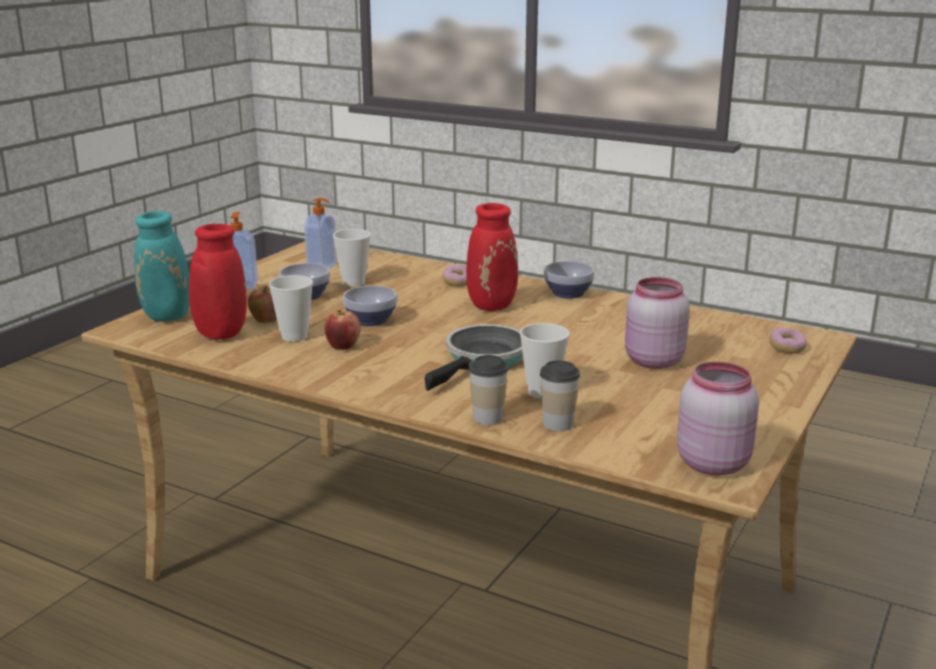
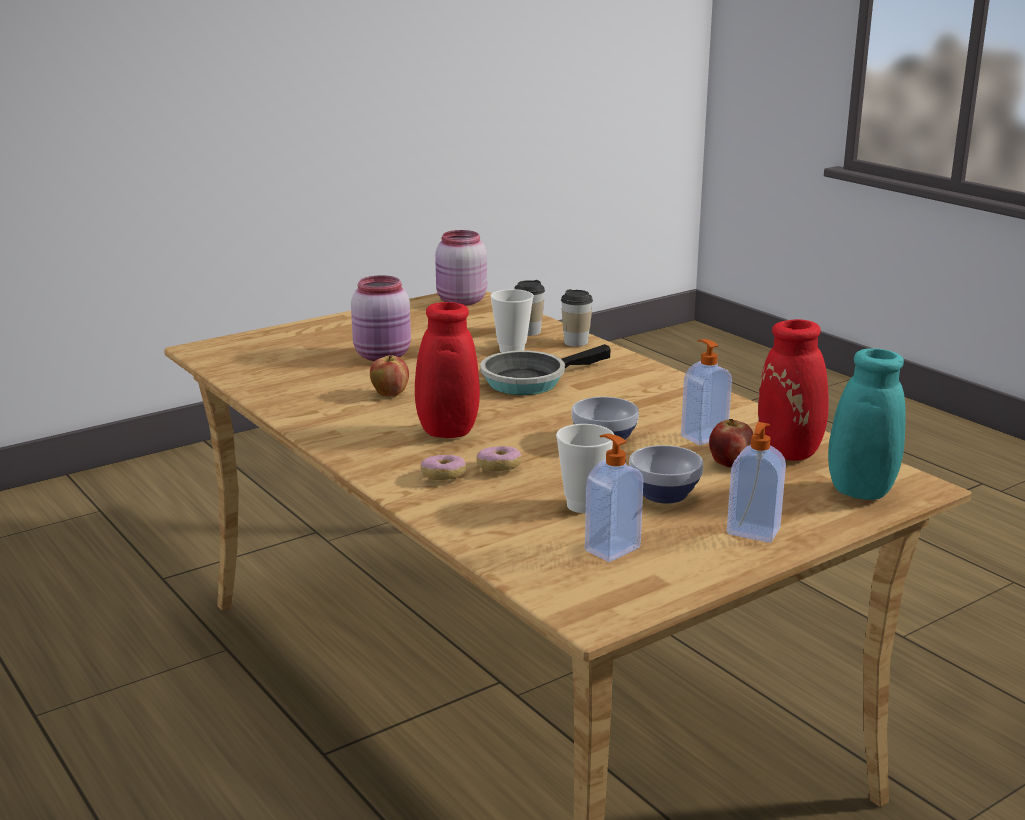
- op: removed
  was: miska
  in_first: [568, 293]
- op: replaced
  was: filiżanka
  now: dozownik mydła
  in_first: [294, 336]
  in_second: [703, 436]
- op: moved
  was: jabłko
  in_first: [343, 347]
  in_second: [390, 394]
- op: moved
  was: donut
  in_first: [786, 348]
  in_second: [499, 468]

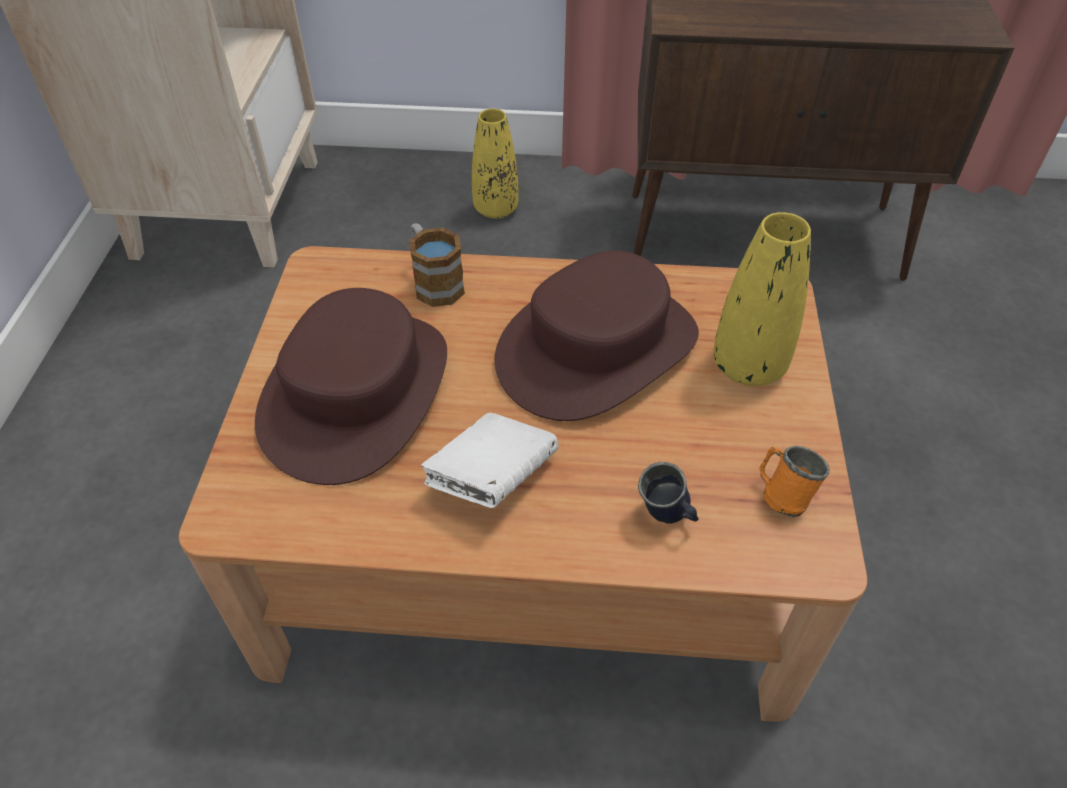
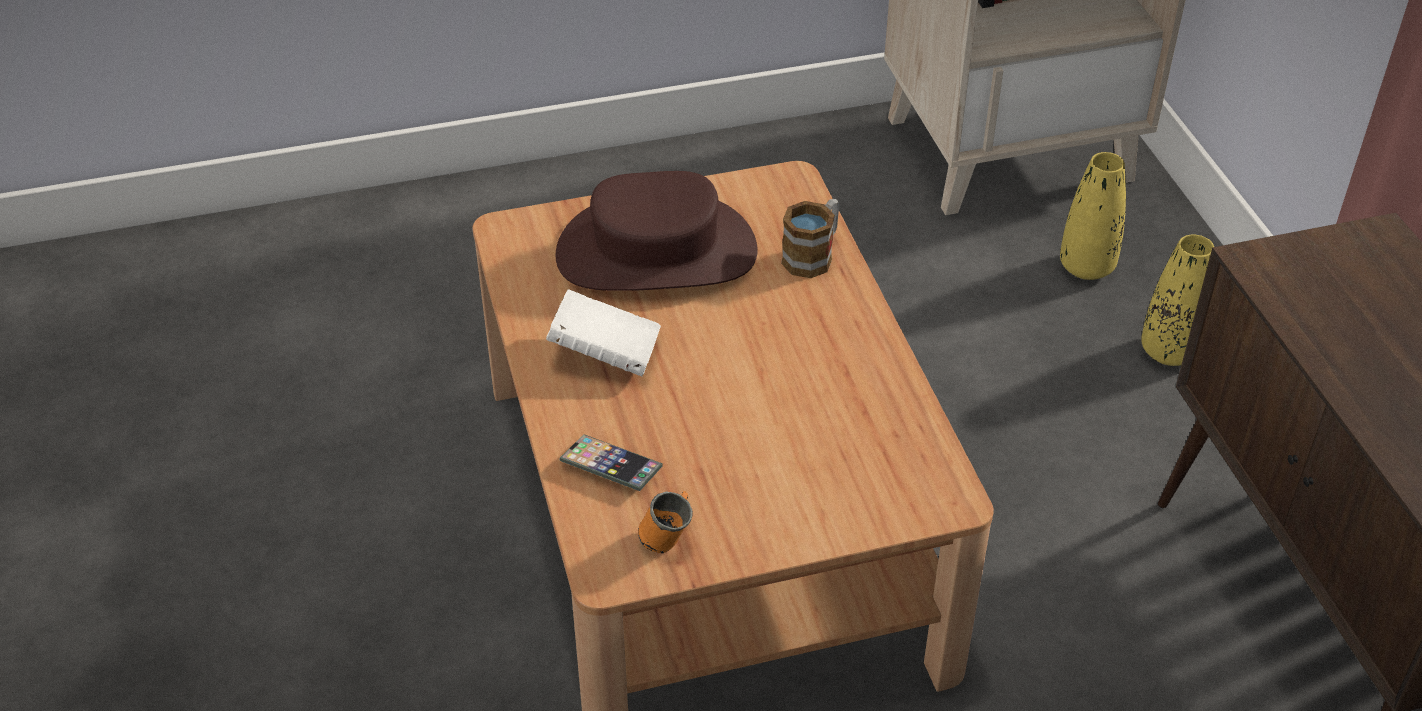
- op: moved
  was: wazon (żółty)
  in_first: [748, 366]
  in_second: [1086, 267]
- op: removed
  was: kapelusz (brązowy)
  in_first: [596, 348]
- op: replaced
  was: kubek (niebieski)
  now: telefon
  in_first: [667, 517]
  in_second: [611, 467]

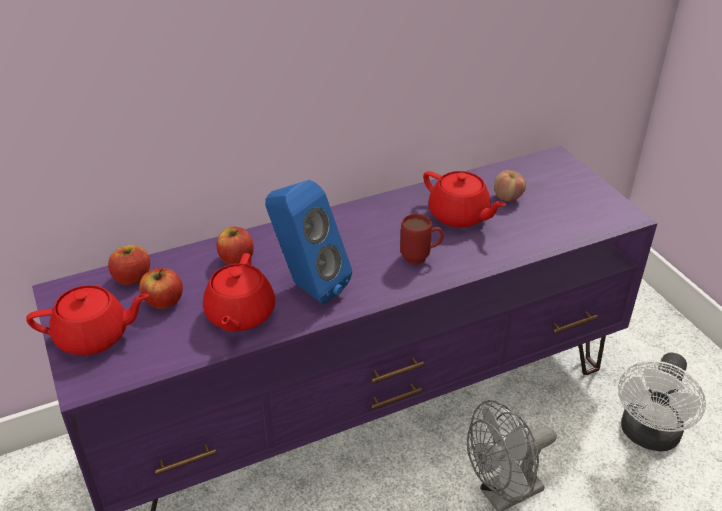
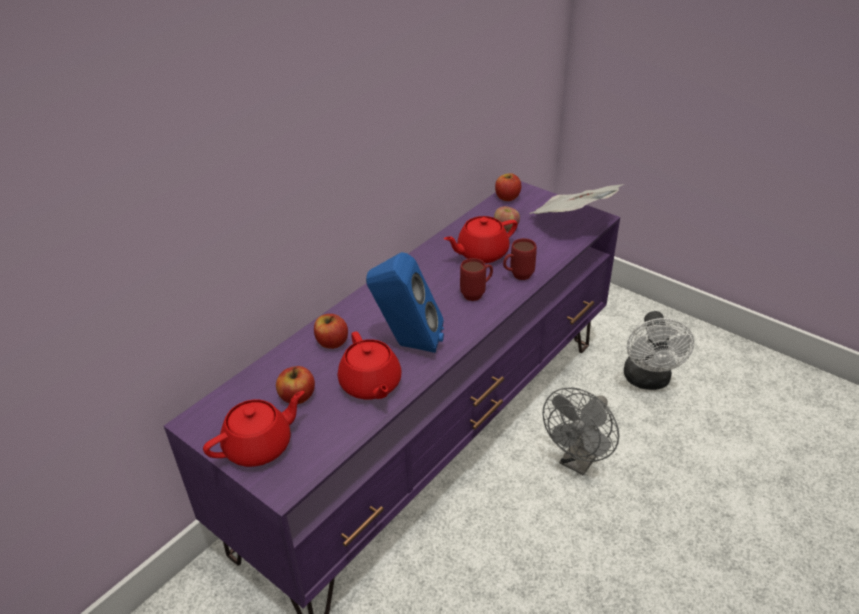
- op: turned
  was: imbryk (czerwony)
  in_first: [459, 216]
  in_second: [481, 253]
  clockwise: 135
- op: moved
  was: jabłko
  in_first: [132, 278]
  in_second: [507, 197]
- op: added
  now: gazeta
  in_second: [572, 219]
- op: added
  now: kubek (czerwony)
  in_second: [517, 276]

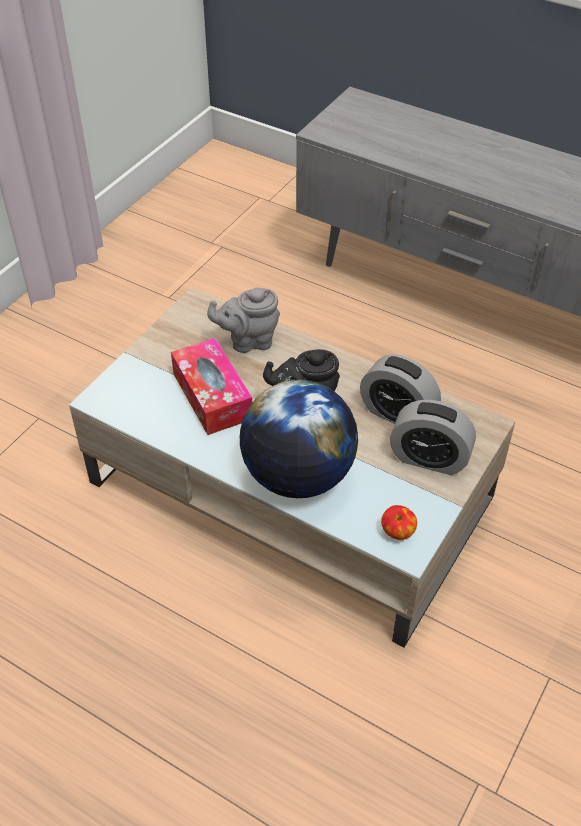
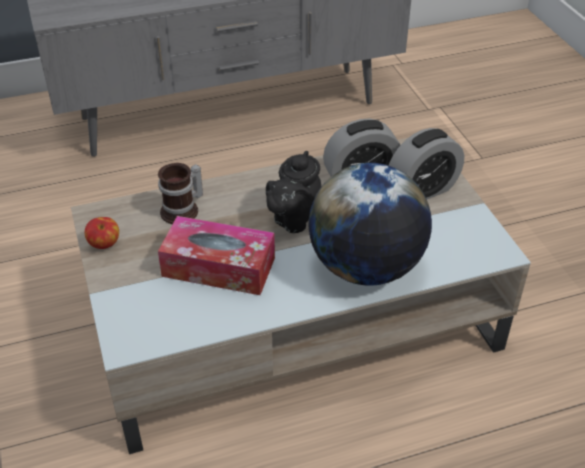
- op: replaced
  was: imbryk (szary)
  now: kubek
  in_first: [248, 341]
  in_second: [183, 211]
- op: moved
  was: jabłko
  in_first: [397, 533]
  in_second: [104, 245]

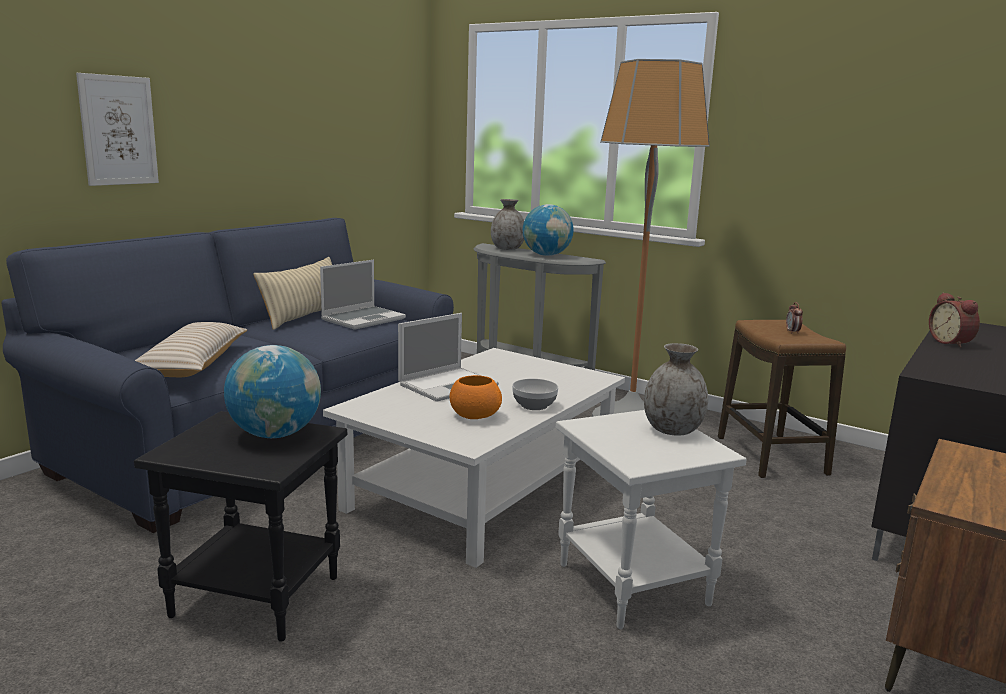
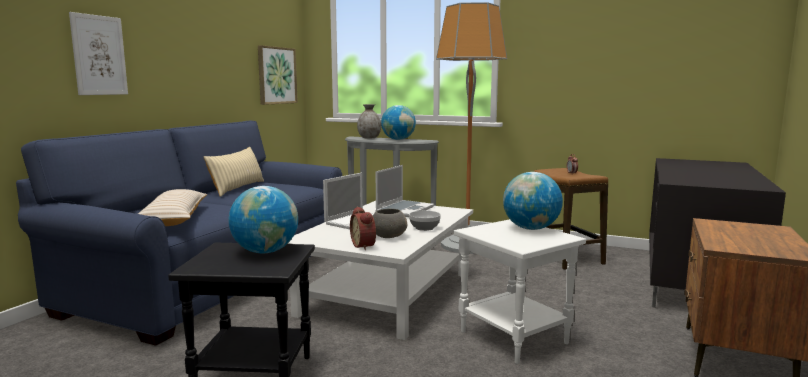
- op: moved
  was: laptop
  in_first: [363, 319]
  in_second: [404, 209]
- op: moved
  was: budzik
  in_first: [951, 343]
  in_second: [365, 246]
- op: replaced
  was: wazon (szary)
  now: globus
  in_first: [672, 430]
  in_second: [530, 228]
- op: recoloured
  was: miska (pomarańczowy)
  now: miska (szary)
  in_first: [474, 416]
  in_second: [388, 236]
- op: added
  now: obraz
  in_second: [276, 75]

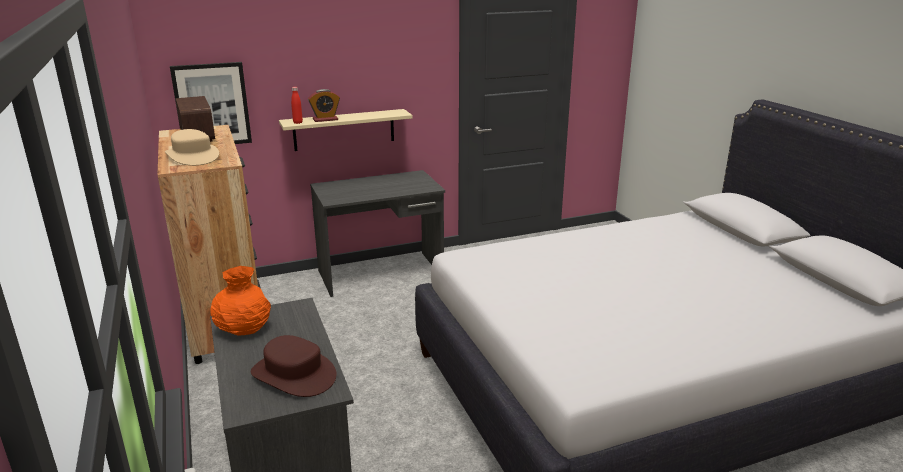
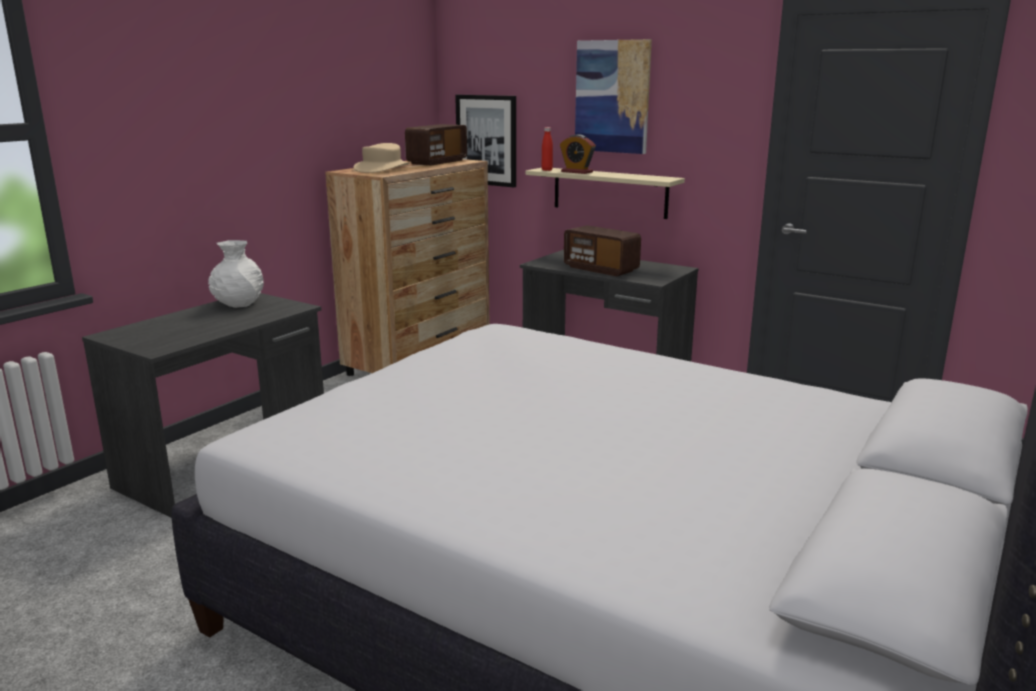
- op: recoloured
  was: wazon (pomarańczowy)
  now: wazon (biały)
  in_first: [243, 329]
  in_second: [238, 303]
- op: removed
  was: kapelusz (brązowy)
  in_first: [294, 374]
- op: added
  now: obraz
  in_second: [612, 97]
- op: added
  now: radio
  in_second: [601, 269]

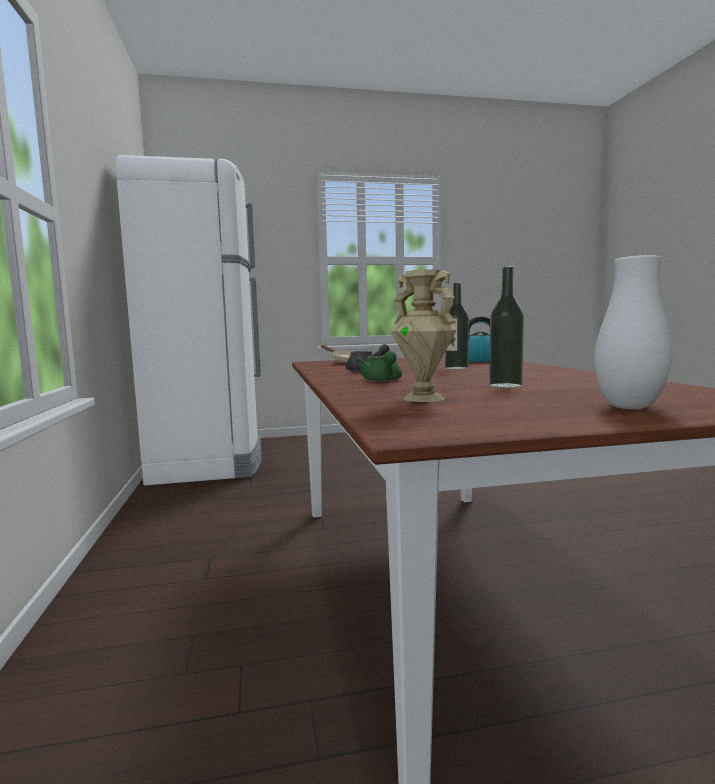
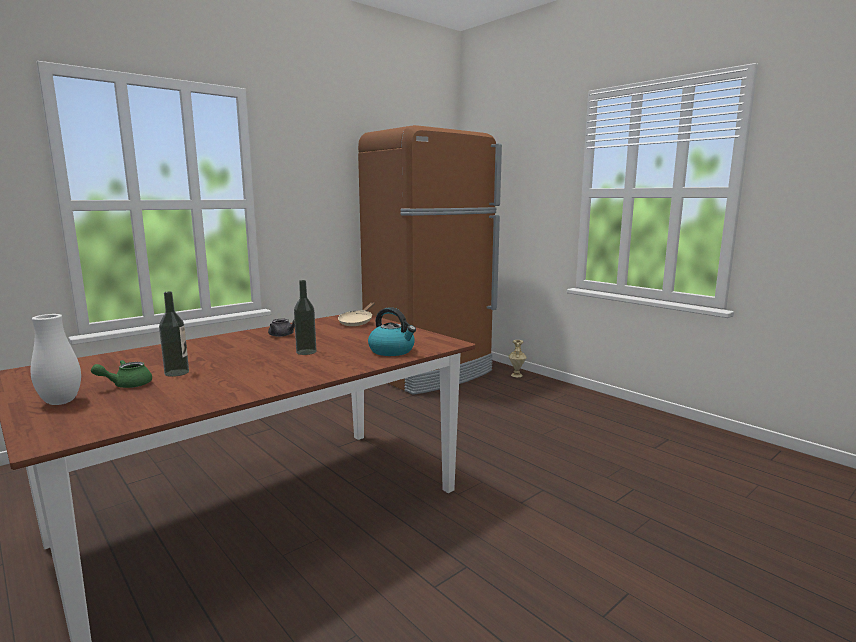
- op: recoloured
  was: lodówka (biały)
  now: lodówka (brązowy)
  in_first: [208, 463]
  in_second: [430, 373]
- op: moved
  was: wazon (beżowy)
  in_first: [424, 398]
  in_second: [517, 375]
- op: moved
  was: imbryk (zielony)
  in_first: [382, 381]
  in_second: [127, 385]

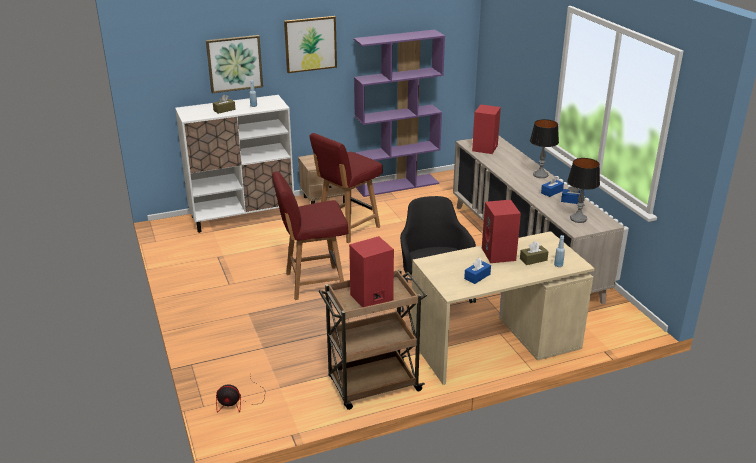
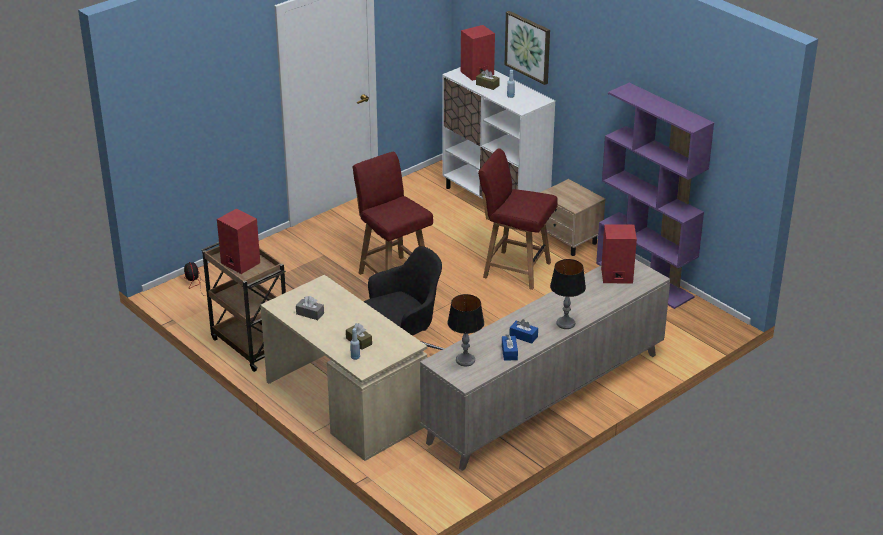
- op: removed
  was: obraz
  in_first: [310, 44]
- op: moved
  was: głośnik (czerwony)
  in_first: [499, 254]
  in_second: [477, 73]
- op: recoloured
  was: pudełko chusteczek (niebieski)
  now: pudełko chusteczek (szary)
  in_first: [477, 276]
  in_second: [310, 313]

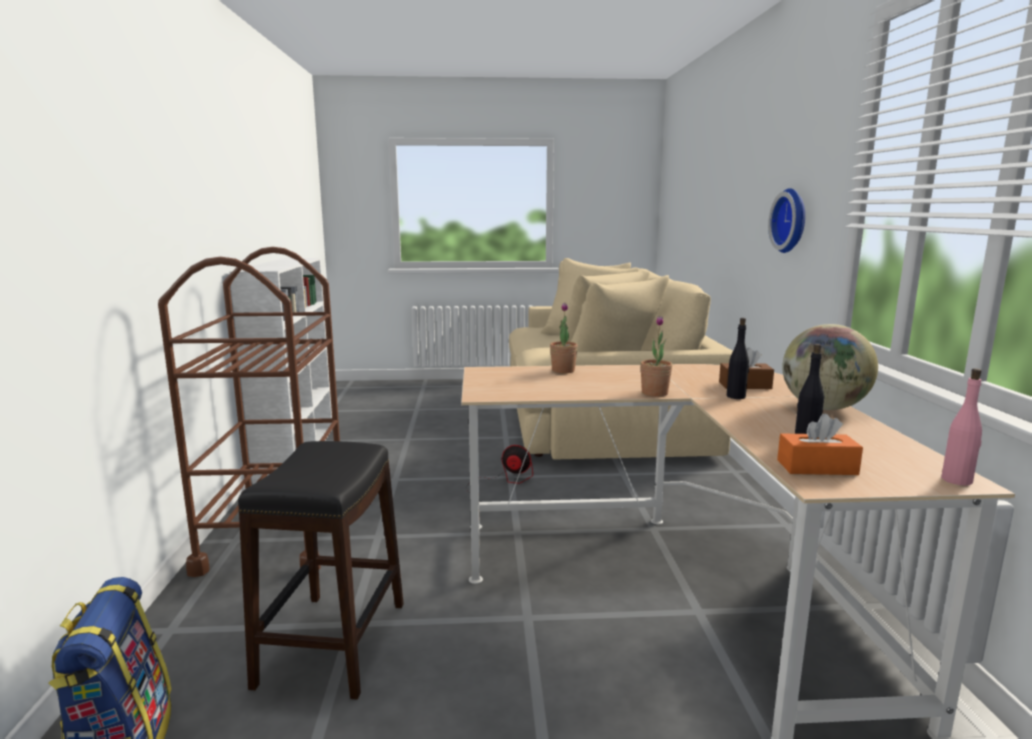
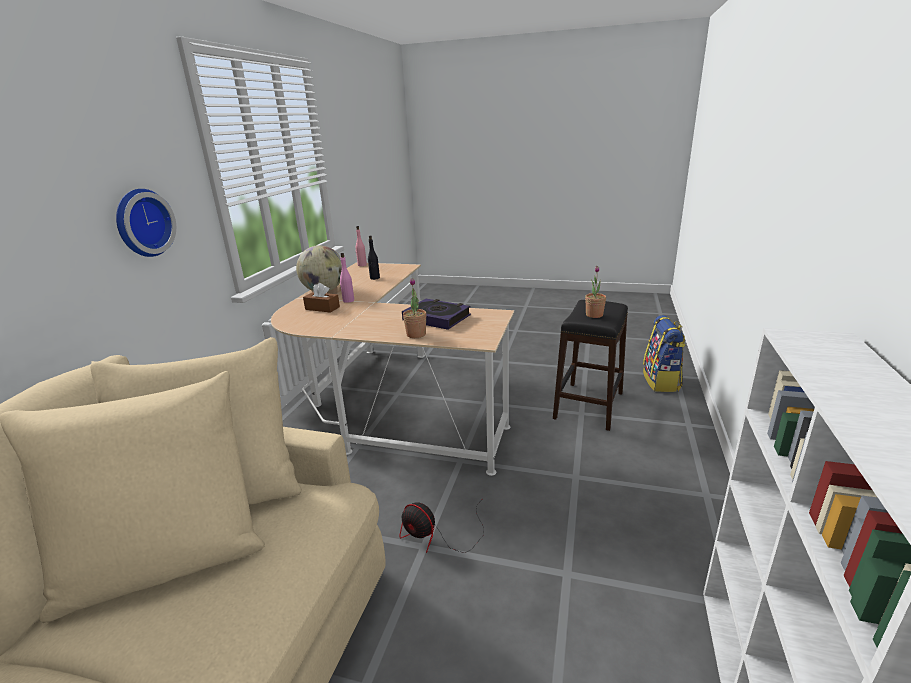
- op: removed
  was: wózek (brązowy)
  in_first: [277, 533]
- op: moved
  was: roślina doniczkowa
  in_first: [654, 393]
  in_second: [594, 315]
- op: recoloured
  was: butelka (czarny)
  now: butelka (różowy)
  in_first: [736, 396]
  in_second: [348, 300]
- op: removed
  was: pudełko chusteczek (pomarańczowy)
  in_first: [817, 467]
- op: added
  now: książka
  in_second: [437, 318]

